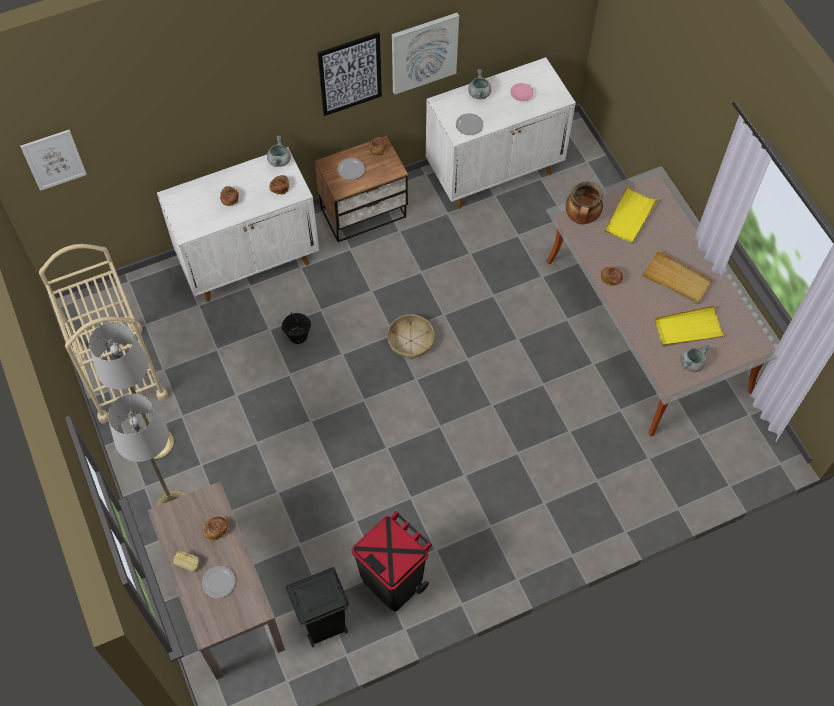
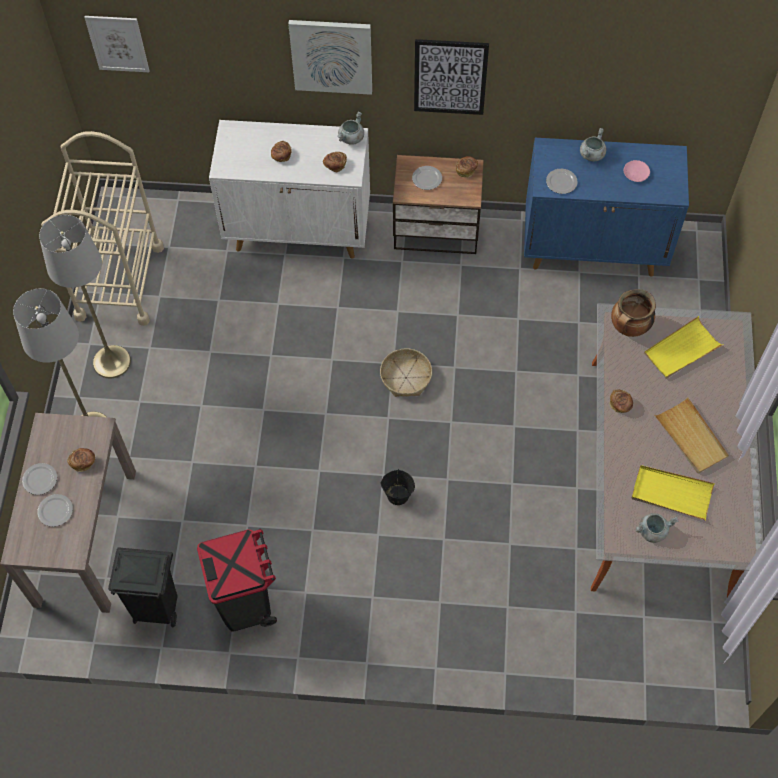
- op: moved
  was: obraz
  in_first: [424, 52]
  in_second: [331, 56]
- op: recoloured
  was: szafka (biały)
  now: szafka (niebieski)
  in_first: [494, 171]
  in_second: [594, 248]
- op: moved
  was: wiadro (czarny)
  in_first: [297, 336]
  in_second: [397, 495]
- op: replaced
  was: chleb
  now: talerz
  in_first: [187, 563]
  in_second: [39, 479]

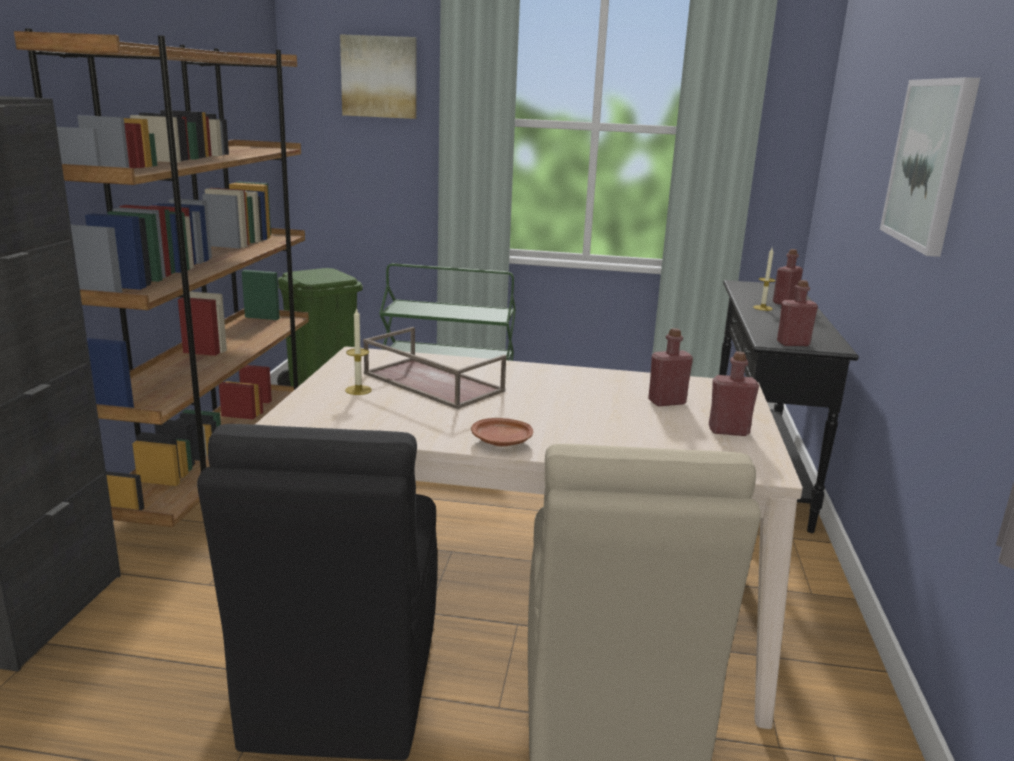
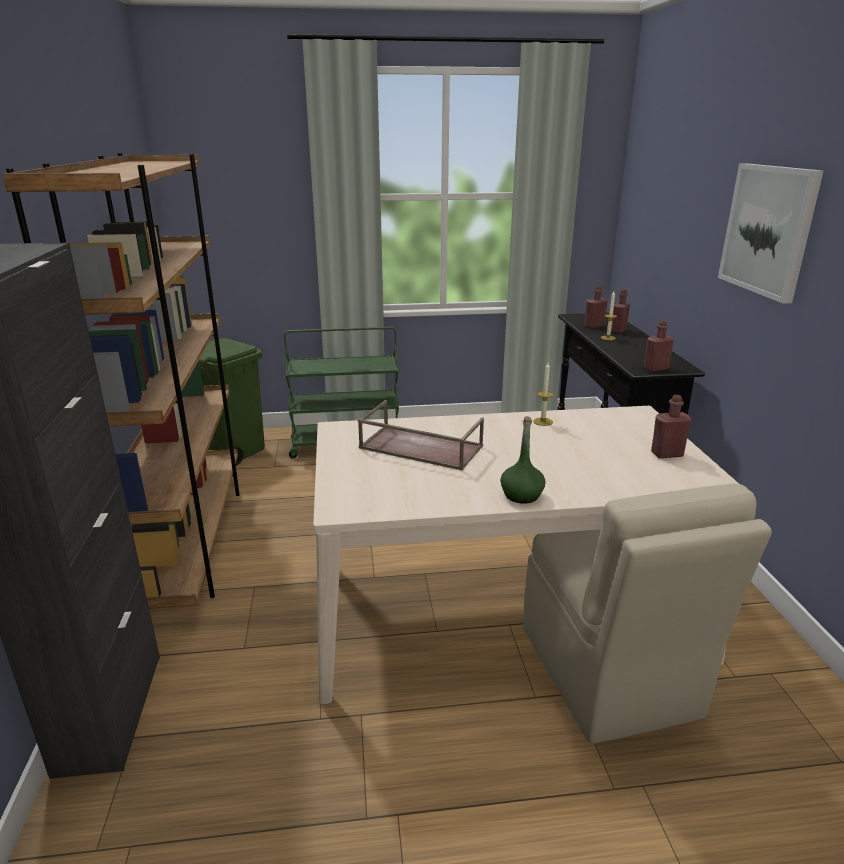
- op: removed
  was: obraz
  in_first: [379, 77]
- op: moved
  was: świeca
  in_first: [358, 390]
  in_second: [543, 421]
- op: moved
  was: butelka (czerwony)
  in_first: [667, 402]
  in_second: [594, 326]
- op: replaced
  was: talerz (brązowy)
  now: butelka (zielony)
  in_first: [502, 442]
  in_second: [522, 495]
- op: removed
  was: krzesło (czarny)
  in_first: [342, 685]

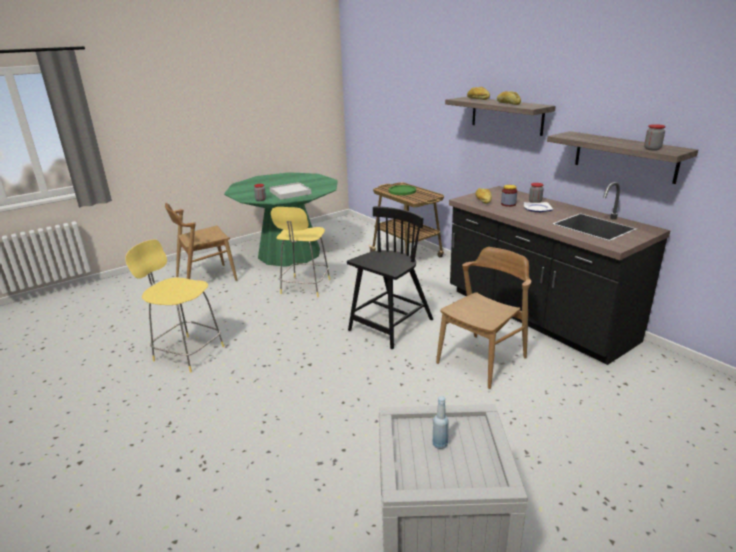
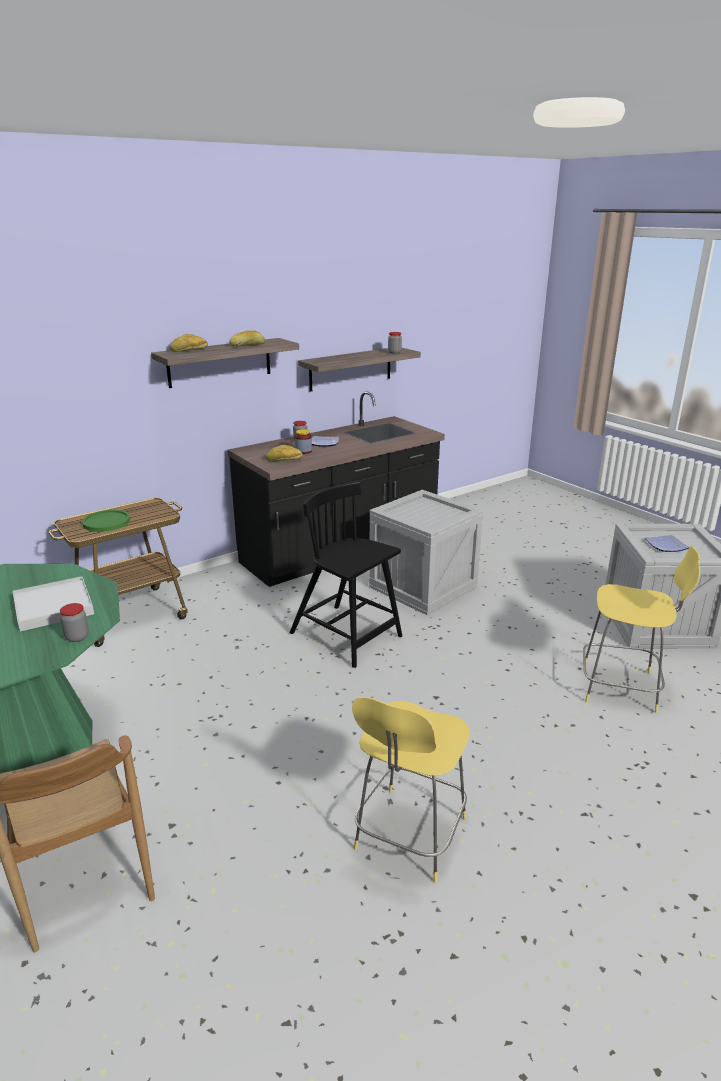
- op: moved
  was: stołek (żółty)
  in_first: [305, 287]
  in_second: [622, 687]
- op: replaced
  was: krzesło (brązowy)
  now: skrzynka
  in_first: [482, 360]
  in_second: [423, 586]
- op: replaced
  was: butelka (niebieski)
  now: talerz
  in_first: [439, 444]
  in_second: [667, 546]

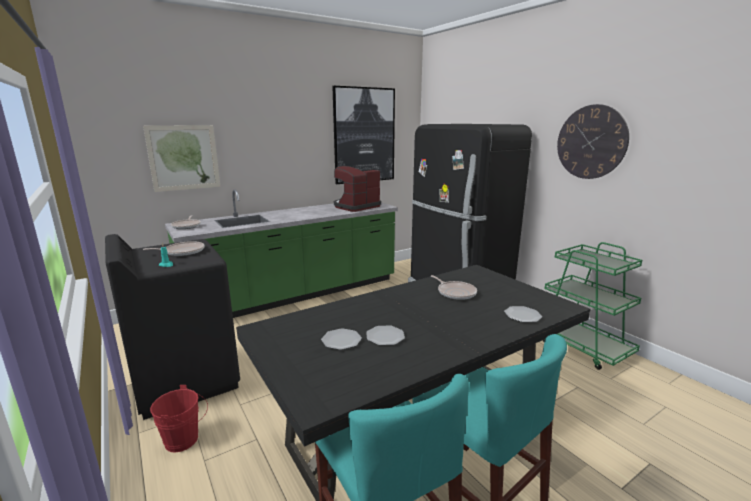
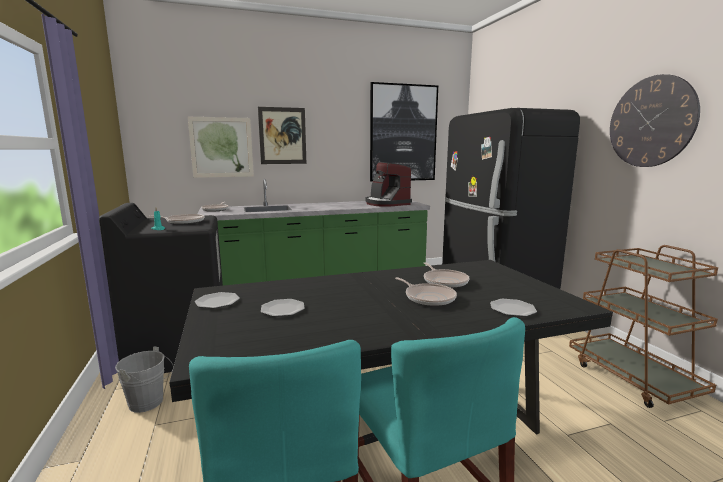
- op: turned
  was: ekspres do kawy
  in_first: [356, 206]
  in_second: [386, 203]
  clockwise: -90
- op: recoloured
  was: wózek (zielony)
  now: wózek (brązowy)
  in_first: [581, 347]
  in_second: [633, 378]
- op: moved
  was: talerz
  in_first: [385, 337]
  in_second: [217, 302]
- op: recoloured
  was: wiadro (czerwony)
  now: wiadro (szary)
  in_first: [185, 440]
  in_second: [149, 403]
- op: added
  now: obraz
  in_second: [282, 136]
- op: added
  now: patelnia
  in_second: [428, 297]

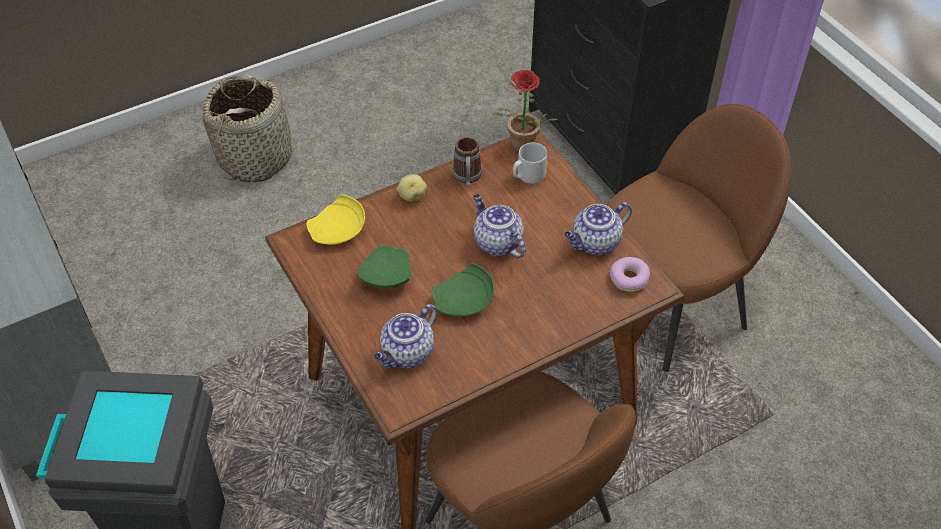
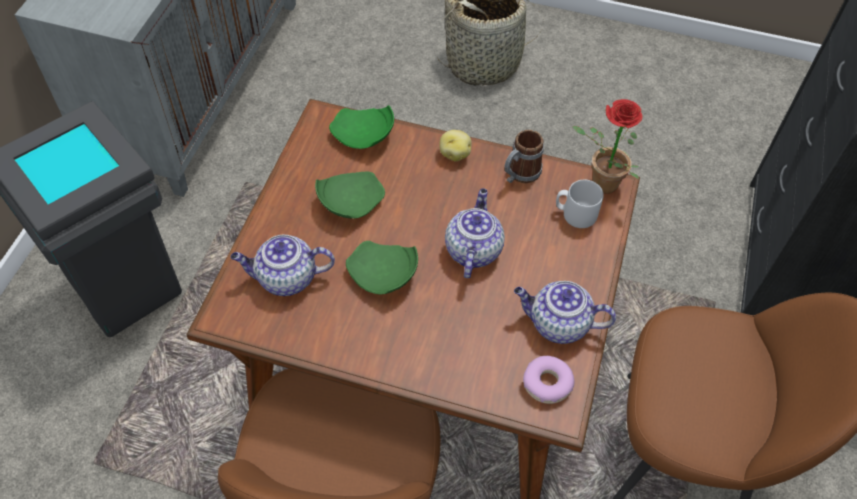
- op: recoloured
  was: talerz (żółty)
  now: talerz (zielony)
  in_first: [338, 231]
  in_second: [363, 136]

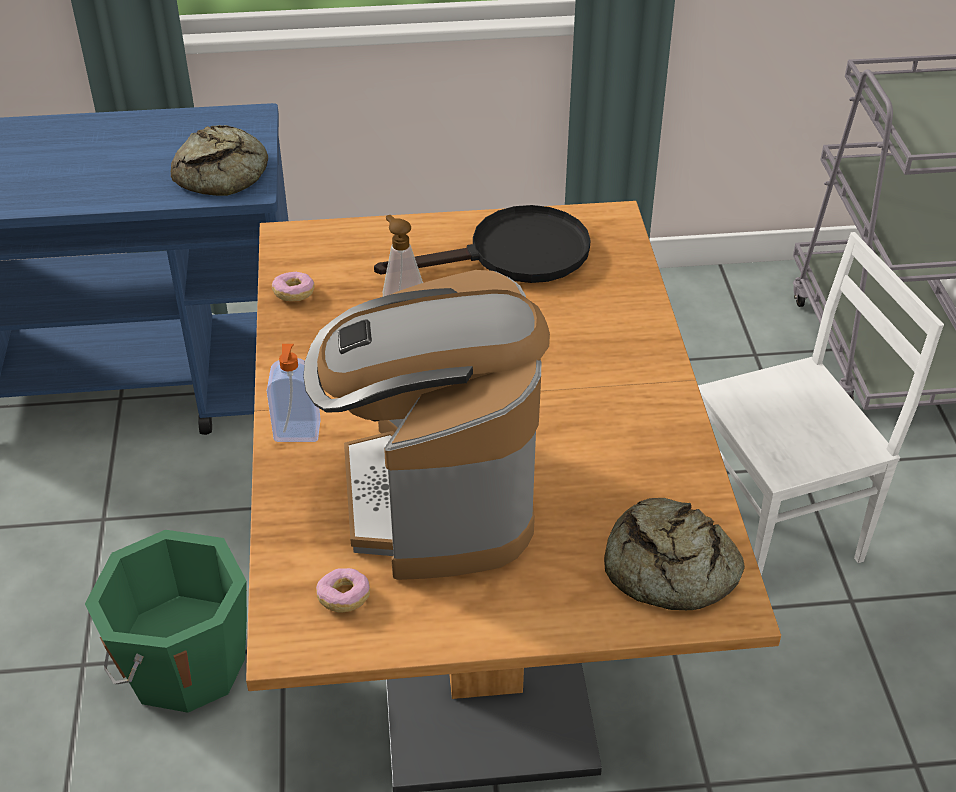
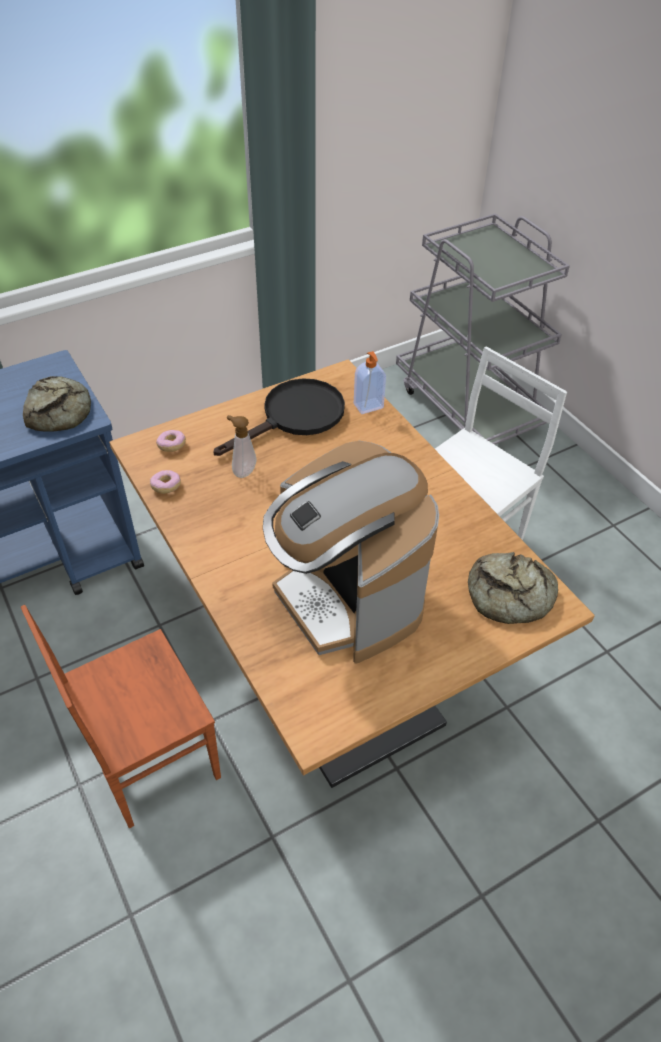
- op: moved
  was: dozownik mydła
  in_first: [297, 433]
  in_second: [369, 407]
- op: replaced
  was: wiadro (zielony)
  now: krzesło (brązowy)
  in_first: [183, 664]
  in_second: [149, 757]
- op: moved
  was: donut
  in_first: [344, 598]
  in_second: [172, 445]

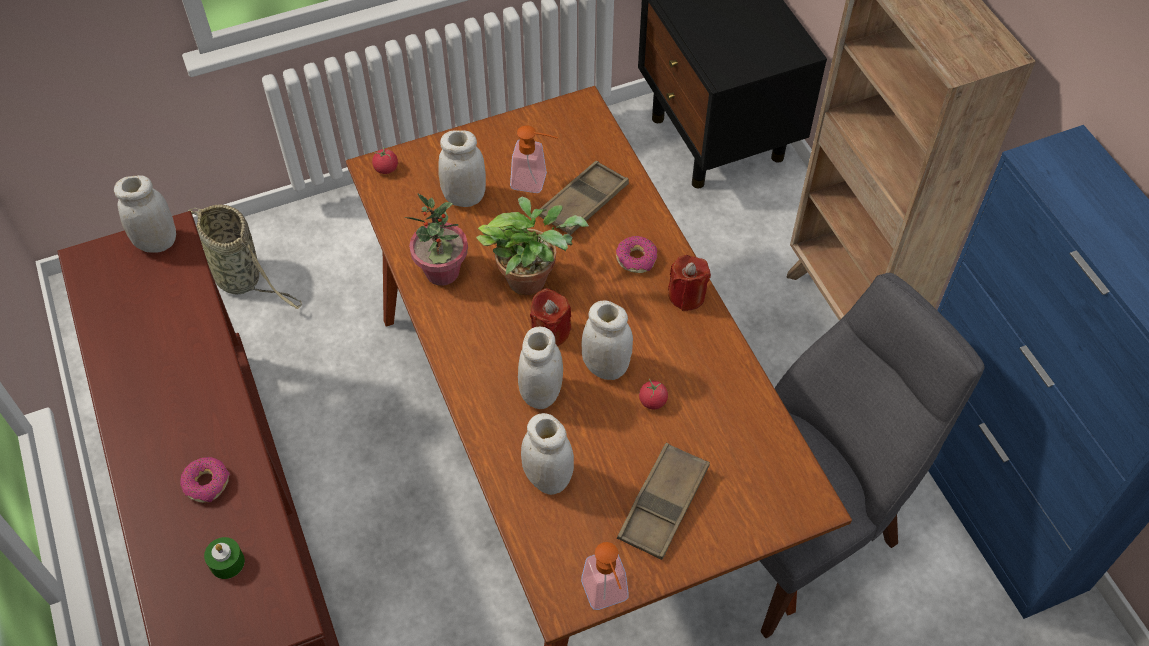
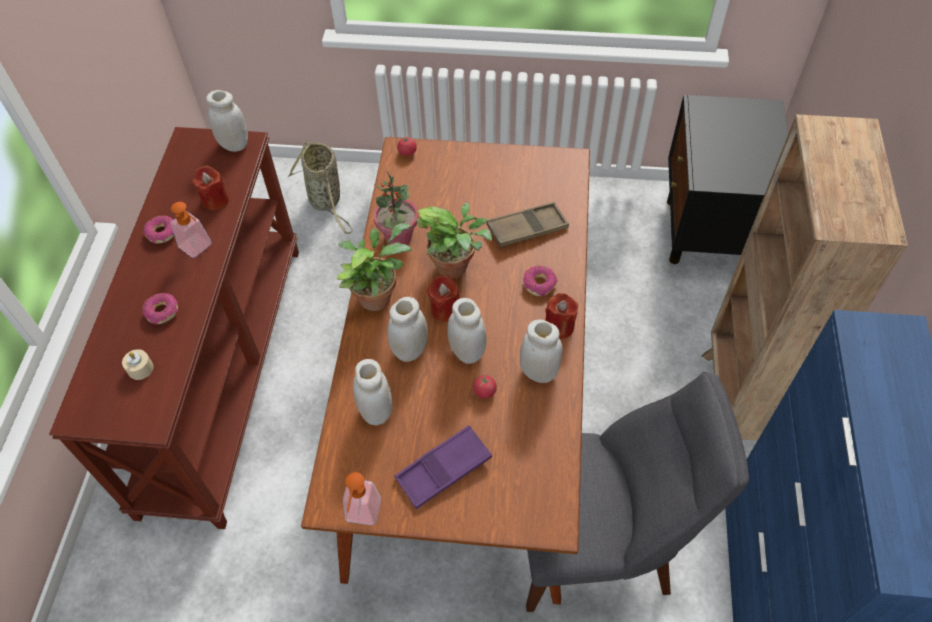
- op: moved
  was: dozownik mydła
  in_first: [535, 182]
  in_second: [199, 248]
- op: moved
  was: słoik (biały)
  in_first: [464, 197]
  in_second: [539, 372]
- op: recoloured
  was: taca (brązowy)
  now: taca (fioletowy)
  in_first: [663, 504]
  in_second: [443, 470]
- op: recoloured
  was: świeca (zielony)
  now: świeca (beżowy)
  in_first: [227, 562]
  in_second: [140, 368]
- op: added
  now: świeca (czerwony)
  in_second: [215, 200]
- op: added
  now: donut
  in_second: [162, 233]
- op: added
  now: roślina doniczkowa
  in_second: [377, 295]

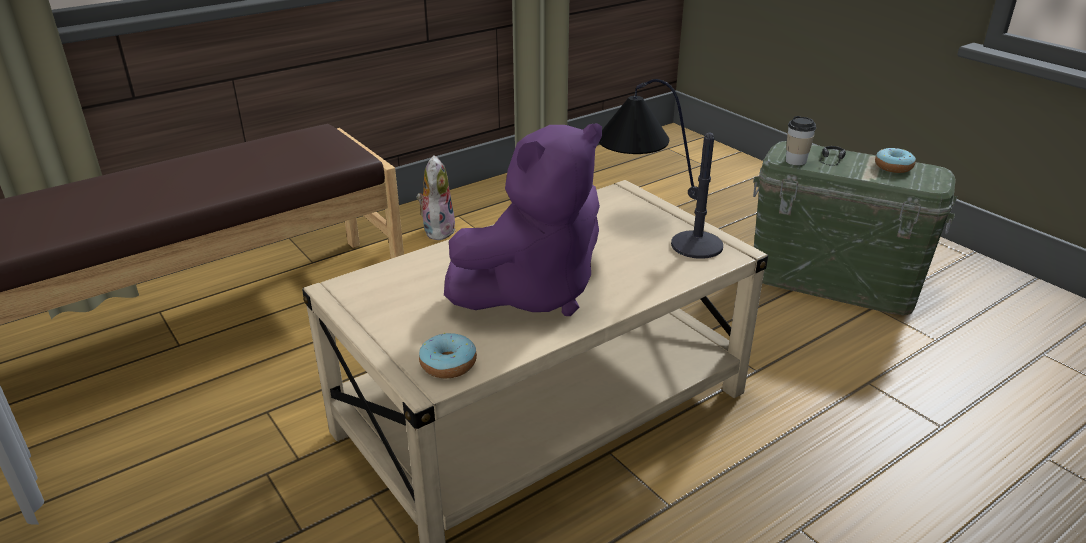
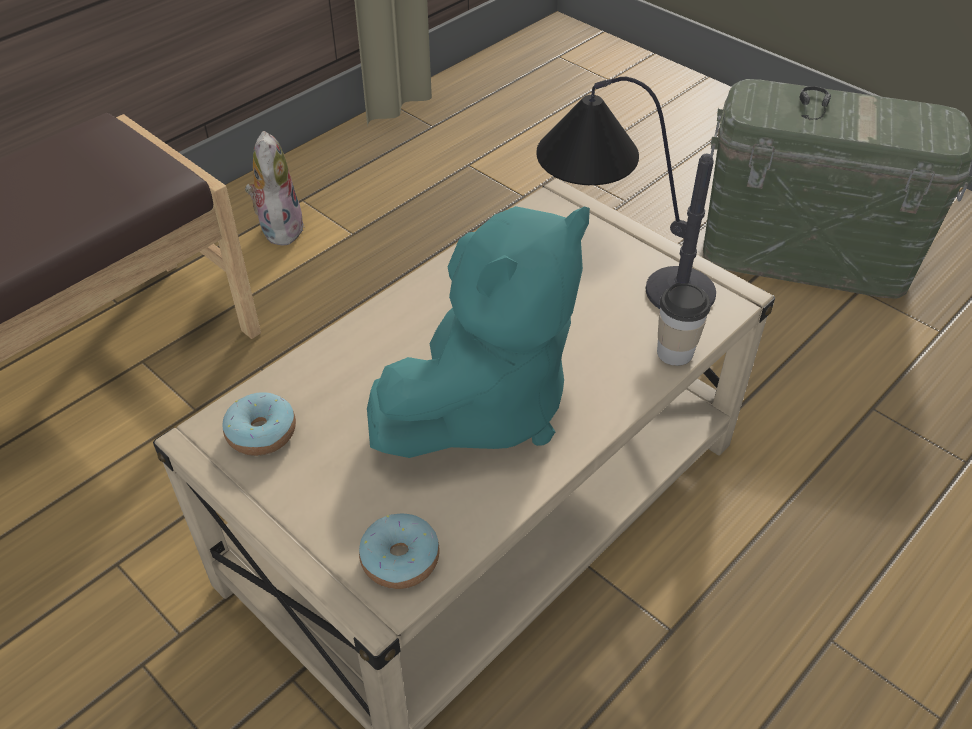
- op: moved
  was: filiżanka
  in_first: [795, 161]
  in_second: [675, 352]
- op: recoloured
  was: pluszak (fioletowy)
  now: pluszak (turkusowy)
  in_first: [533, 292]
  in_second: [483, 406]
- op: moved
  was: donut
  in_first: [893, 167]
  in_second: [261, 433]

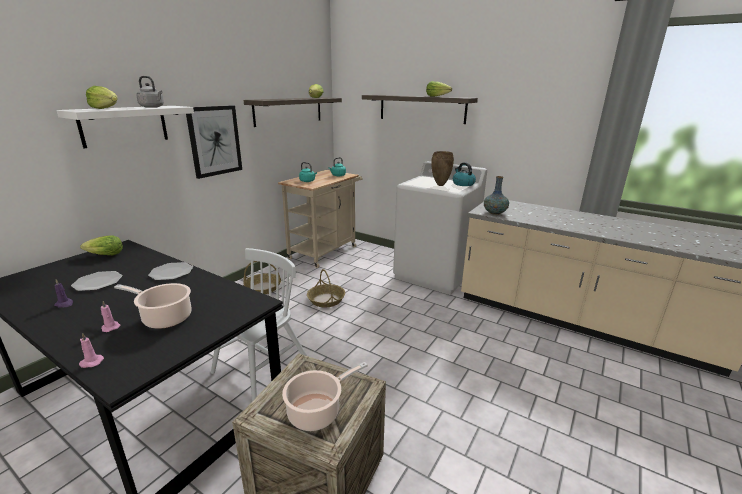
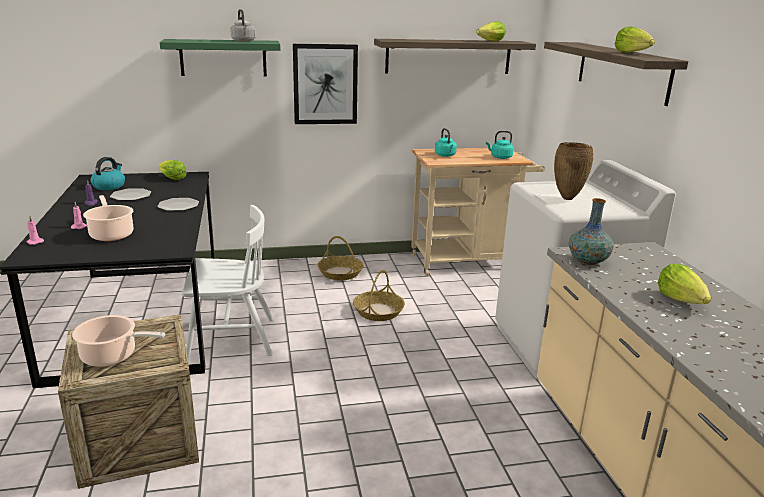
- op: moved
  was: sałata
  in_first: [106, 109]
  in_second: [681, 300]
- op: recoloured
  was: półka (biały)
  now: półka (zielony)
  in_first: [124, 125]
  in_second: [223, 58]
- op: moved
  was: czajnik
  in_first: [463, 184]
  in_second: [109, 186]

